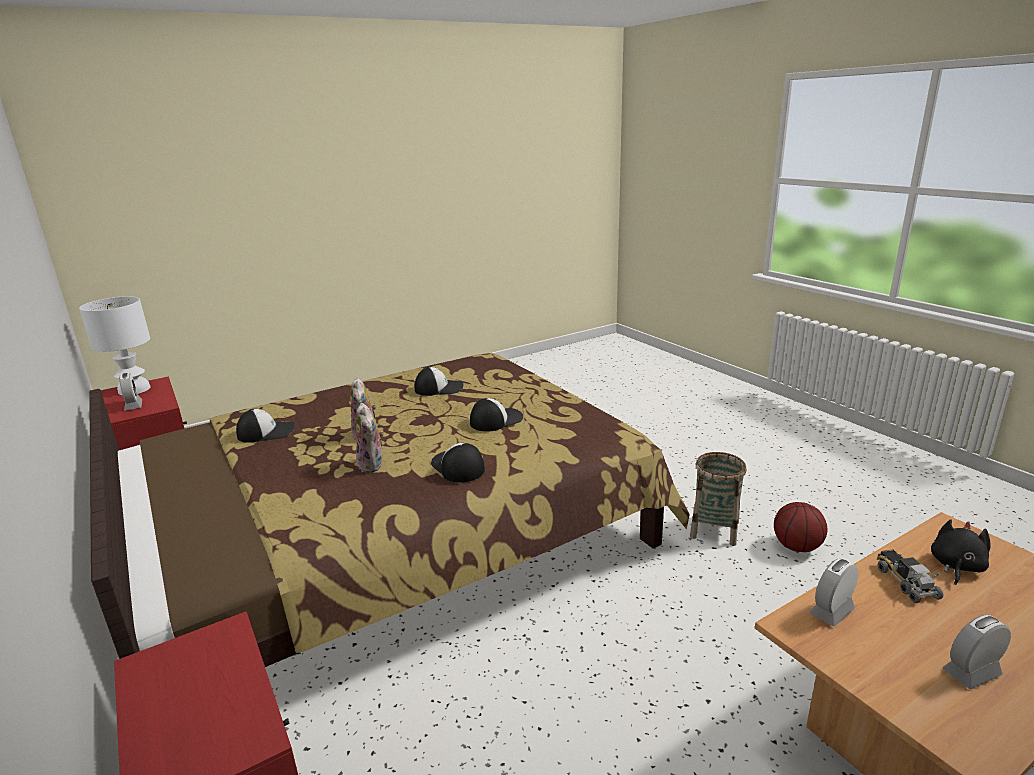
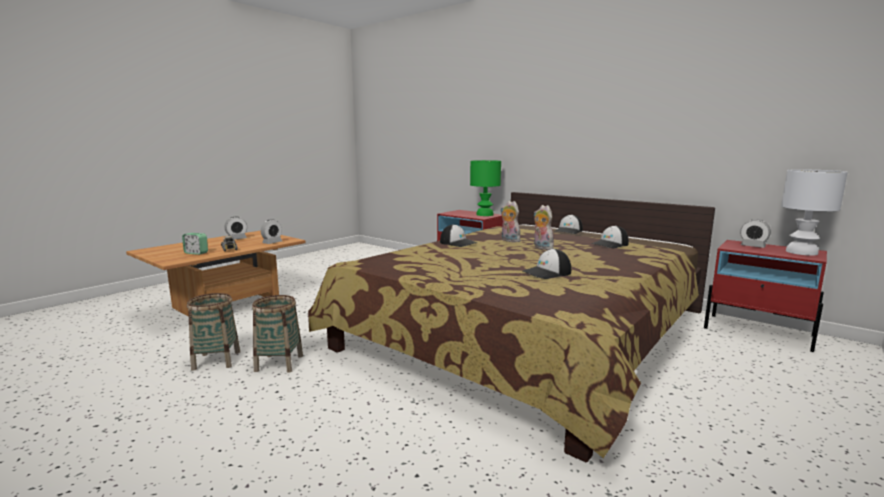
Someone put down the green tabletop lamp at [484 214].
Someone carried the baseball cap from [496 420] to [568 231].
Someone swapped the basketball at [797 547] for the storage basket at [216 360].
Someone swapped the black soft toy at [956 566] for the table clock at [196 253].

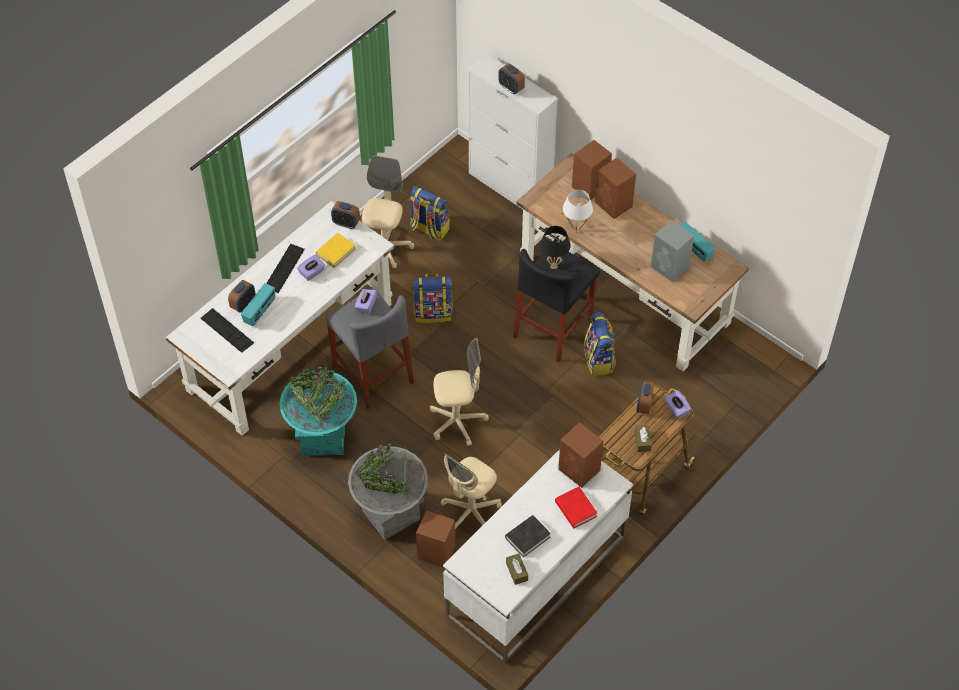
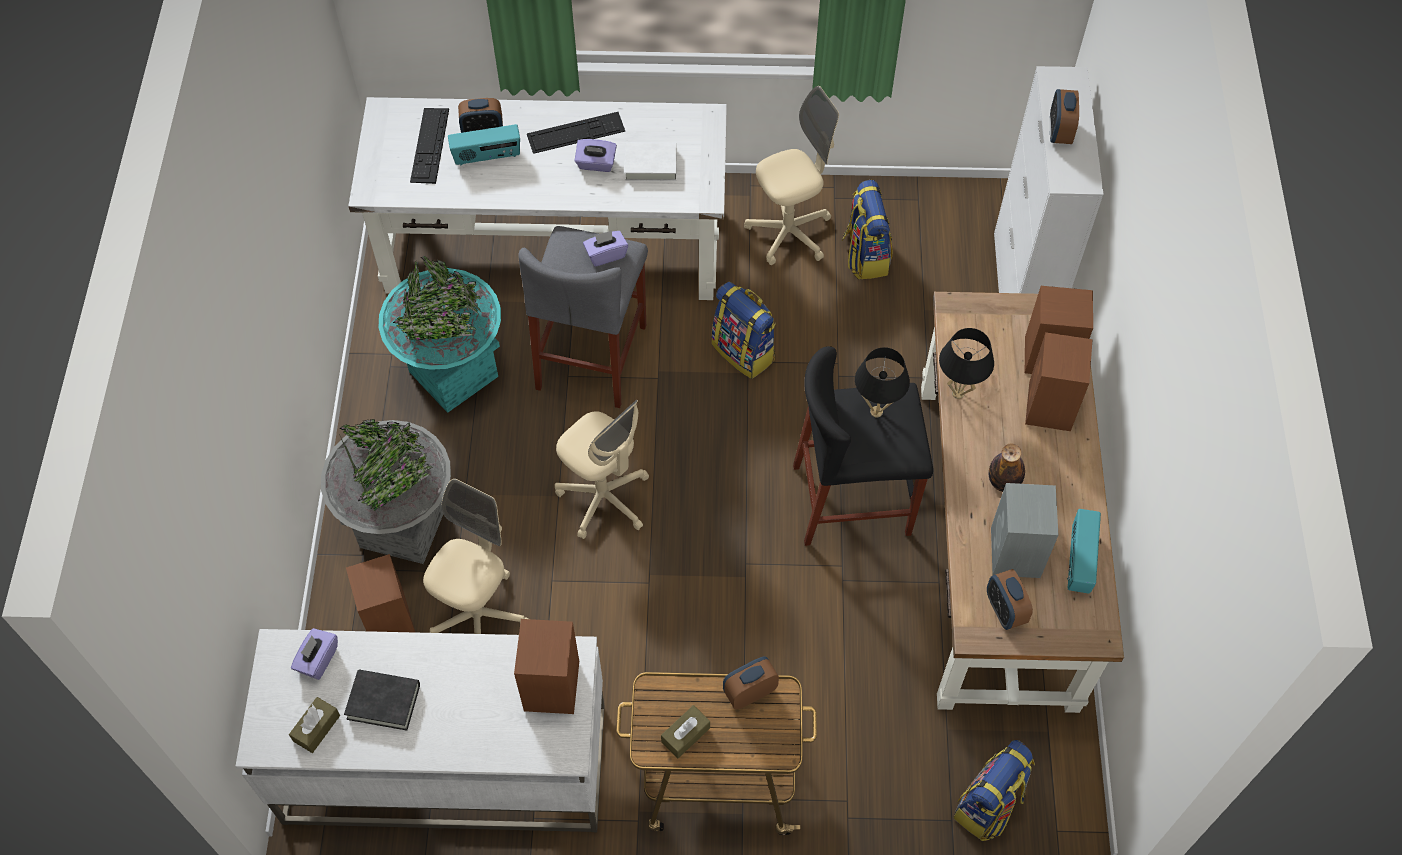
Someone took away the red-coloured volume at [575 509].
Someone put down the drink bottle at [1003 482].
Someone carried the table clock from [346 223] to [1004 610].
Someone carried the rucksack from [599 360] to [988 806].
Someone carried the purple tissue box from [676 409] to [317 660].
Someone repainted the yellowish volume at [335 252], which became the white volume at [651 164].
Someone repainted the white tabletop lamp at [576 230], which became the black tabletop lamp at [958 393].
Someone rotated the beige computer chair at [470 513] by 120 degrees clockwise.

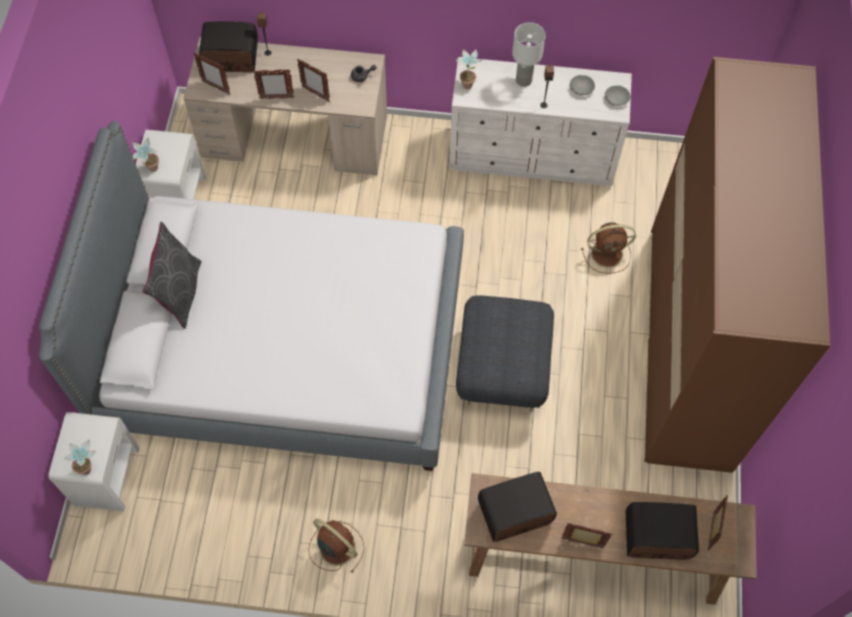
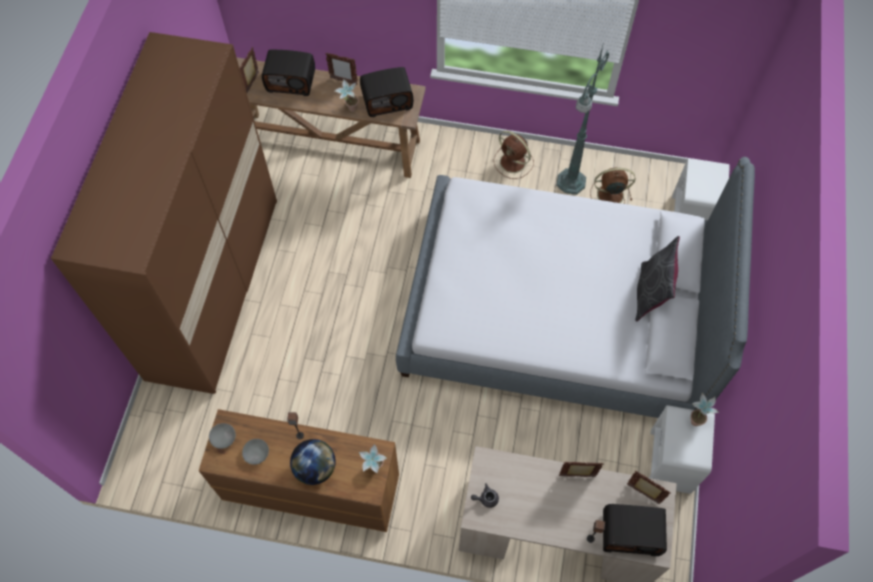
Someone took away the standing frame at [315 94].
Someone took away the grey footrest at [501 367].
Someone put down the green standing lamp at [570 183].
Someone carried the plant in a pot from [89 468] to [349 109].
Someone carried the brown-coloured cooling fan from [608 253] to [609 194].
Someone swapped the white tabletop lamp at [523 80] for the world globe at [315 468].
Someone repainted the white drawer chest at [533 156], which became the brown-coloured drawer chest at [310 488].

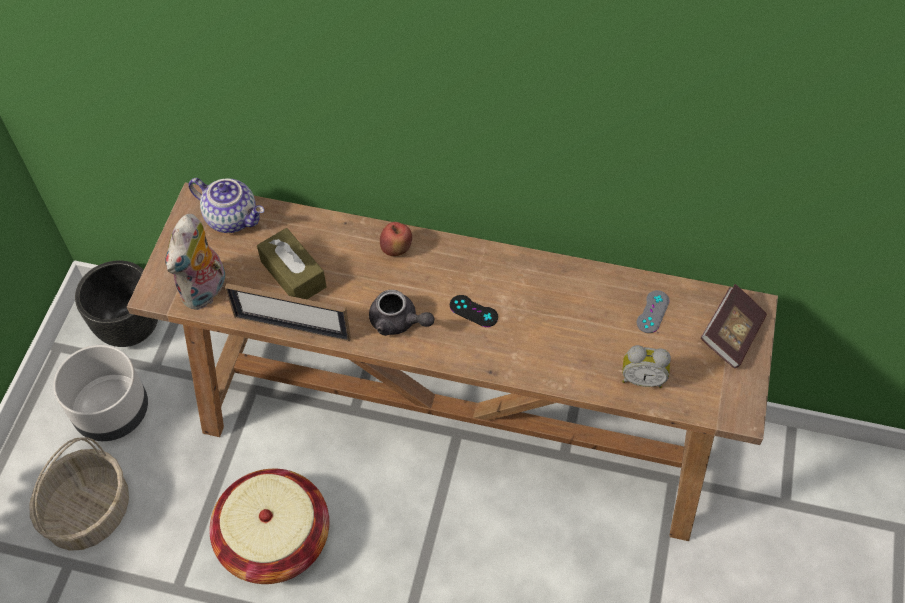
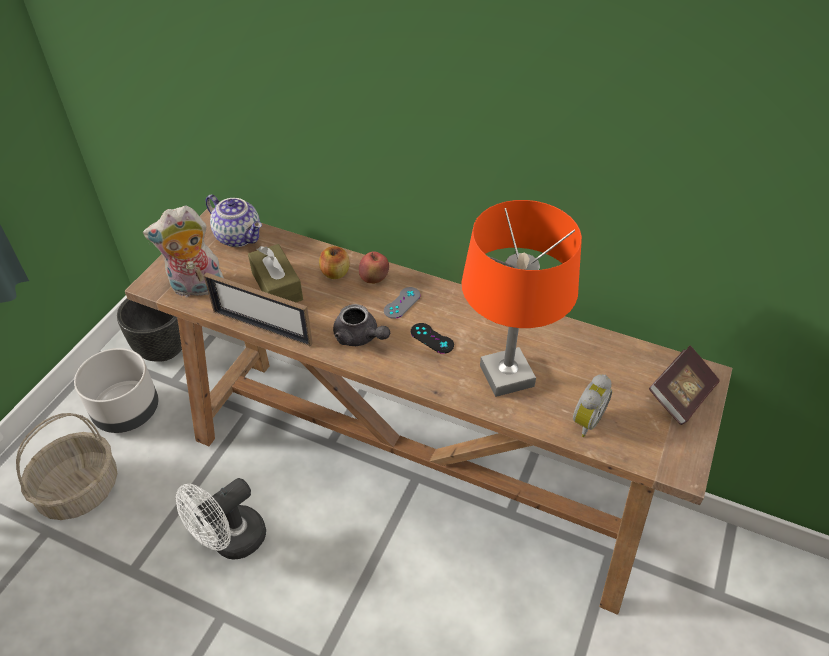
Someone put down the whole apple at [335 273].
Someone put down the orange-coloured tabletop lamp at [506 376].
Someone carried the grey gamepad from [652 312] to [402 303].
Someone swapped the storage basket at [275 538] for the white cooling fan at [231 541].
Someone rotated the soft toy at [206 291] by 45 degrees clockwise.
Someone rotated the table clock at [642 378] by 75 degrees counterclockwise.

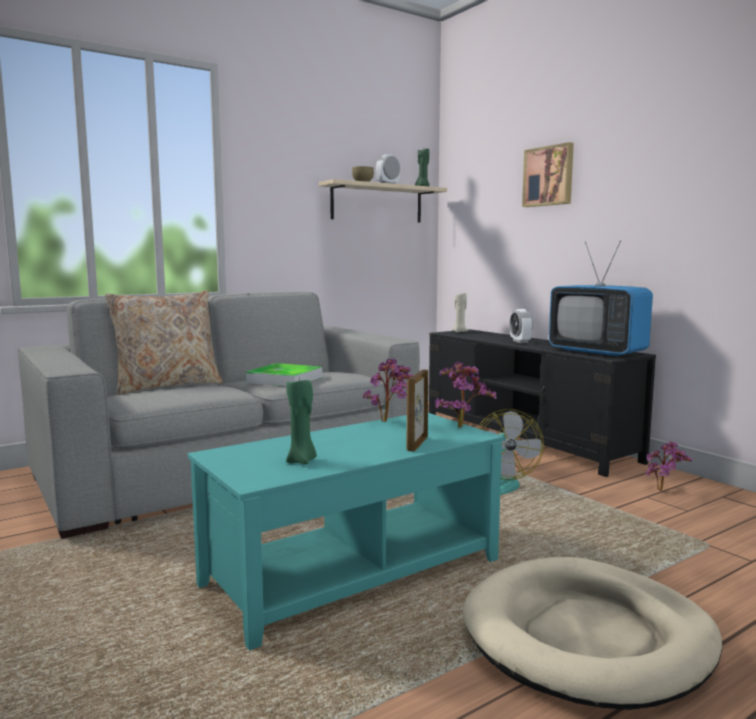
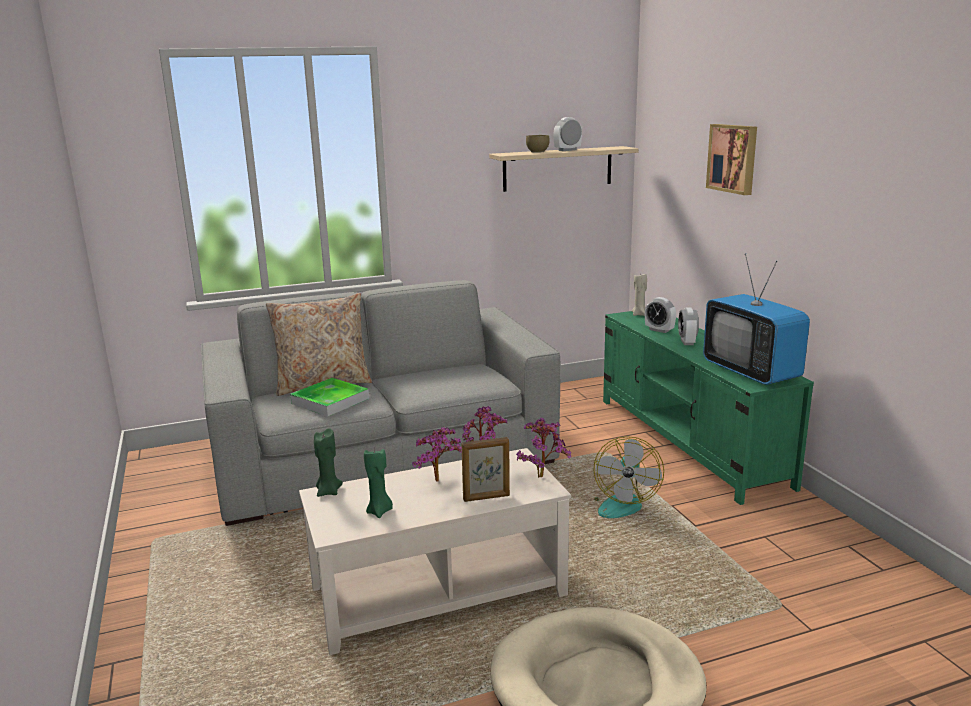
Someone put down the table clock at [659 330].
Someone carried the carrying tray from [284 379] to [330 401].
Someone carried the green wax candle from [422 187] to [328 491].
Someone carried the plant in a pot from [664 491] to [439 482].
Someone repainted the turquoise low table at [353 573], which became the beige low table at [438 592].
Someone repainted the black media console at [525 439], which became the green media console at [689 441].
Someone rotated the standing frame at [417 444] by 135 degrees counterclockwise.

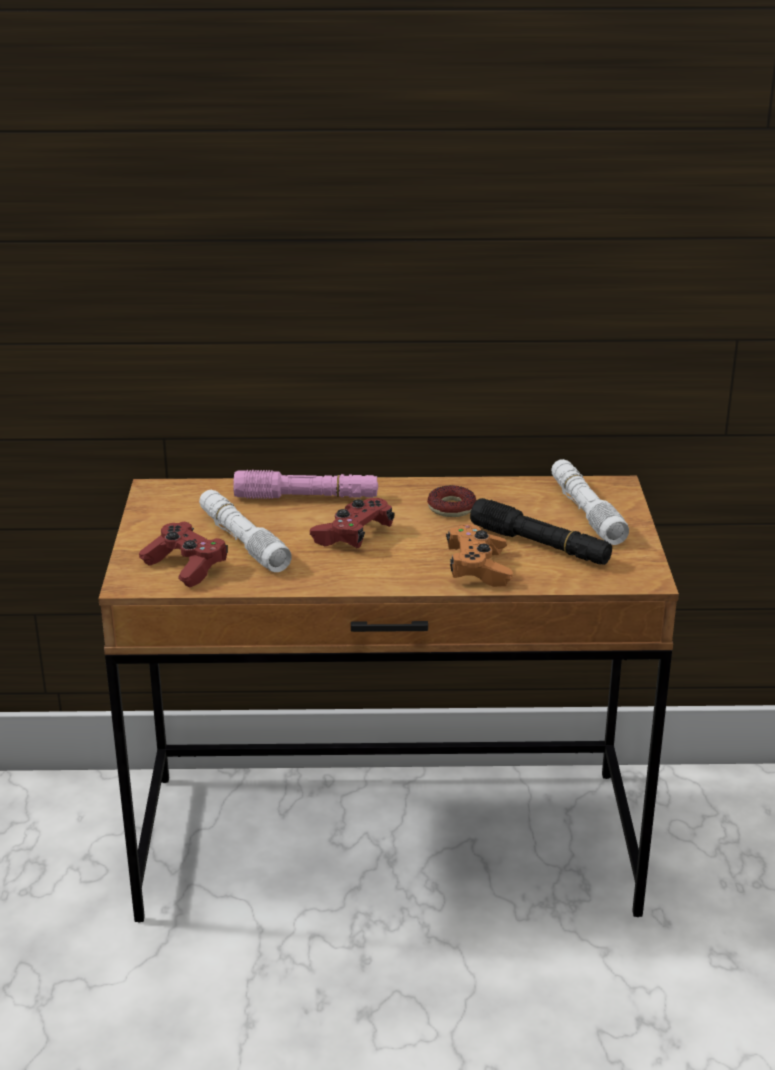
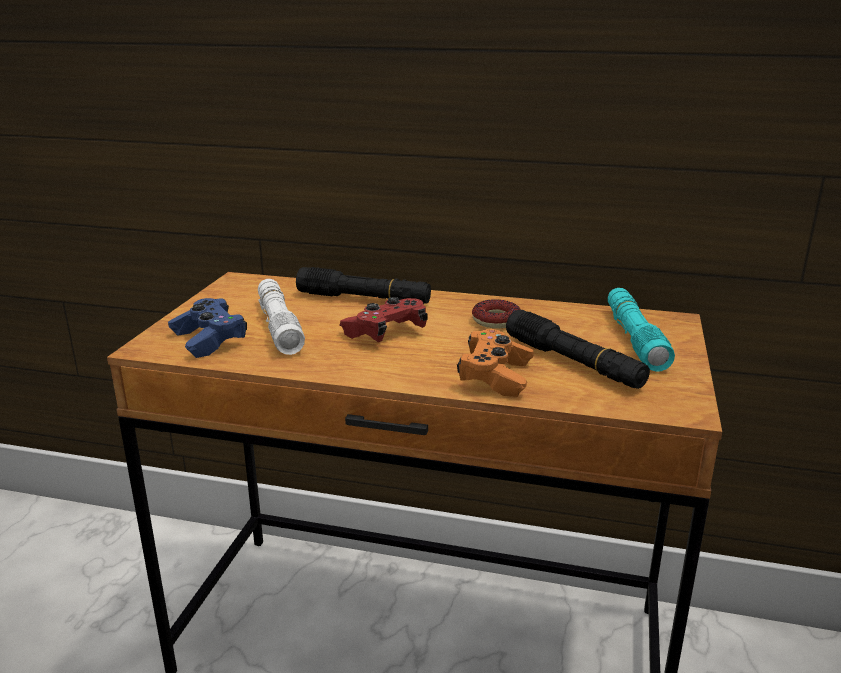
Someone repainted the red-coloured gamepad at [185 566], which became the blue-coloured gamepad at [209 340].
Someone repainted the pink-coloured torch at [306 497], which became the black torch at [364 299].
Someone repainted the white torch at [586 512], which became the turquoise torch at [634 338].

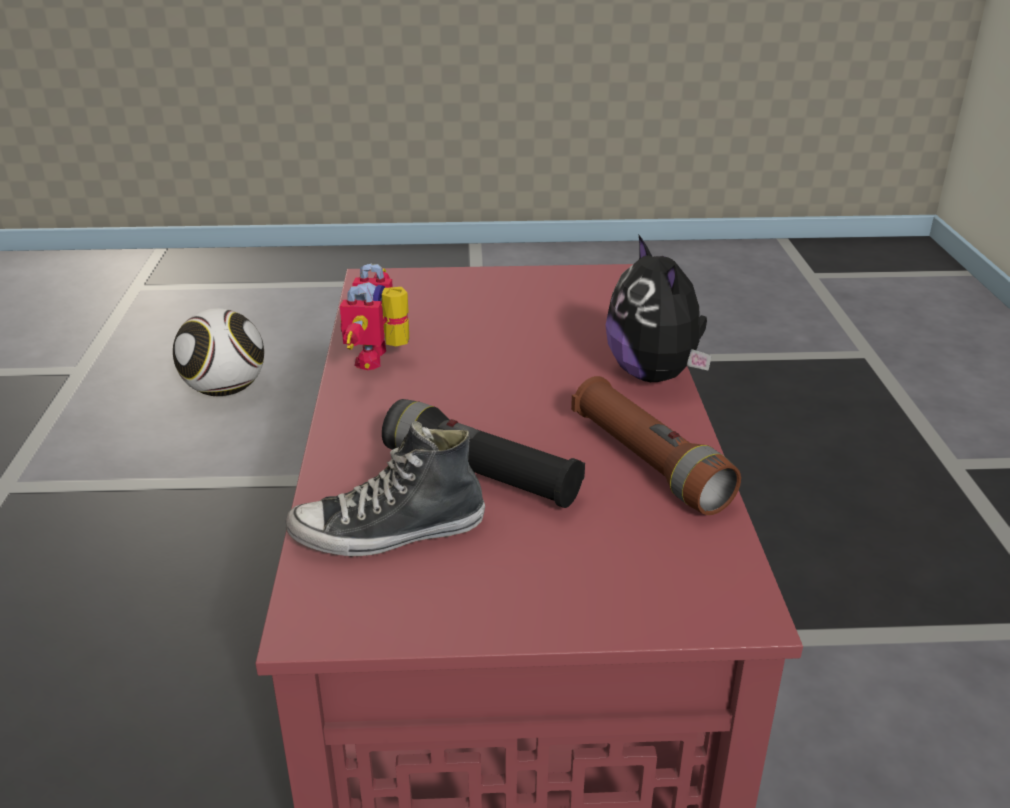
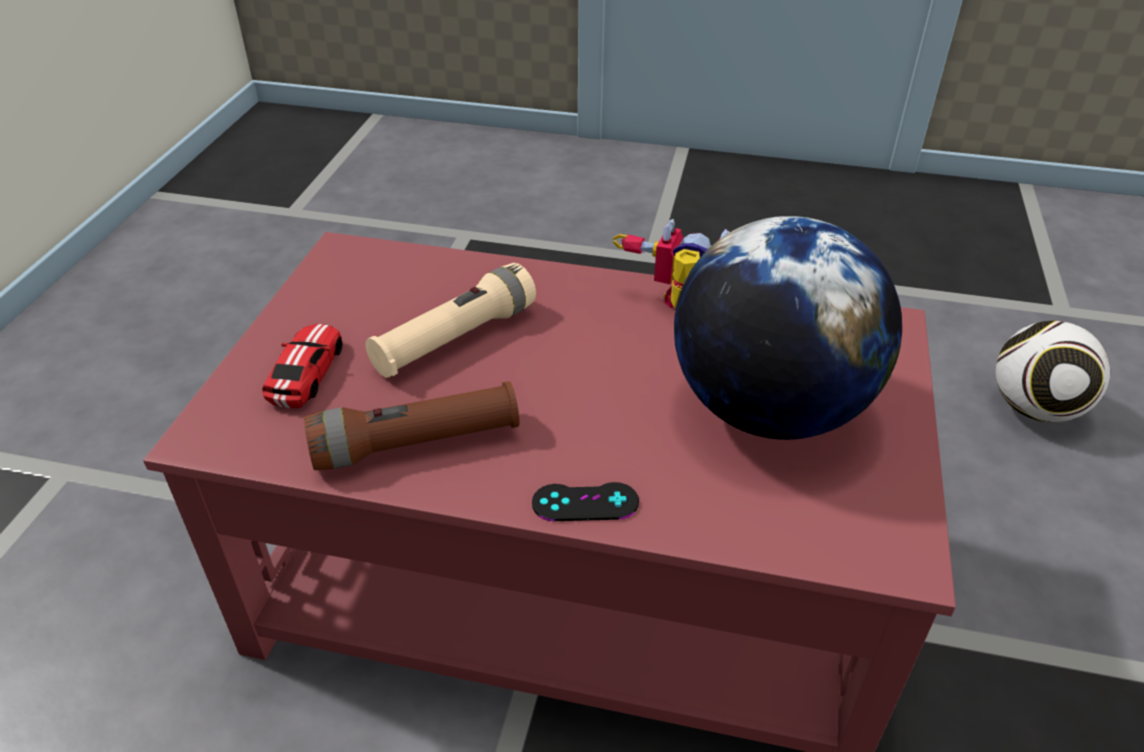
Someone took away the item of footwear at [388 532].
Someone put down the toy car at [305 373].
Someone put down the world globe at [768 409].
Someone swapped the soft toy at [655 375] for the black gamepad at [585 502].
Someone repainted the black torch at [481 476], which became the beige torch at [455 338].

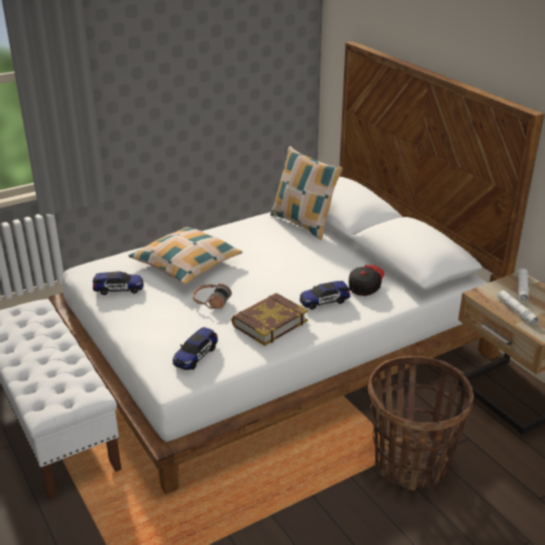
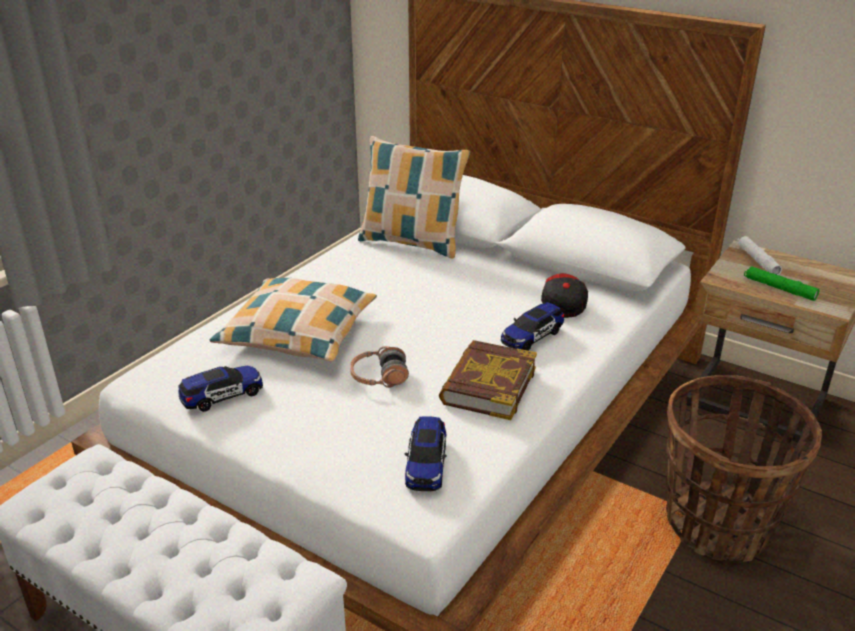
Someone repainted the white torch at [516 311], which became the green torch at [779 288].

